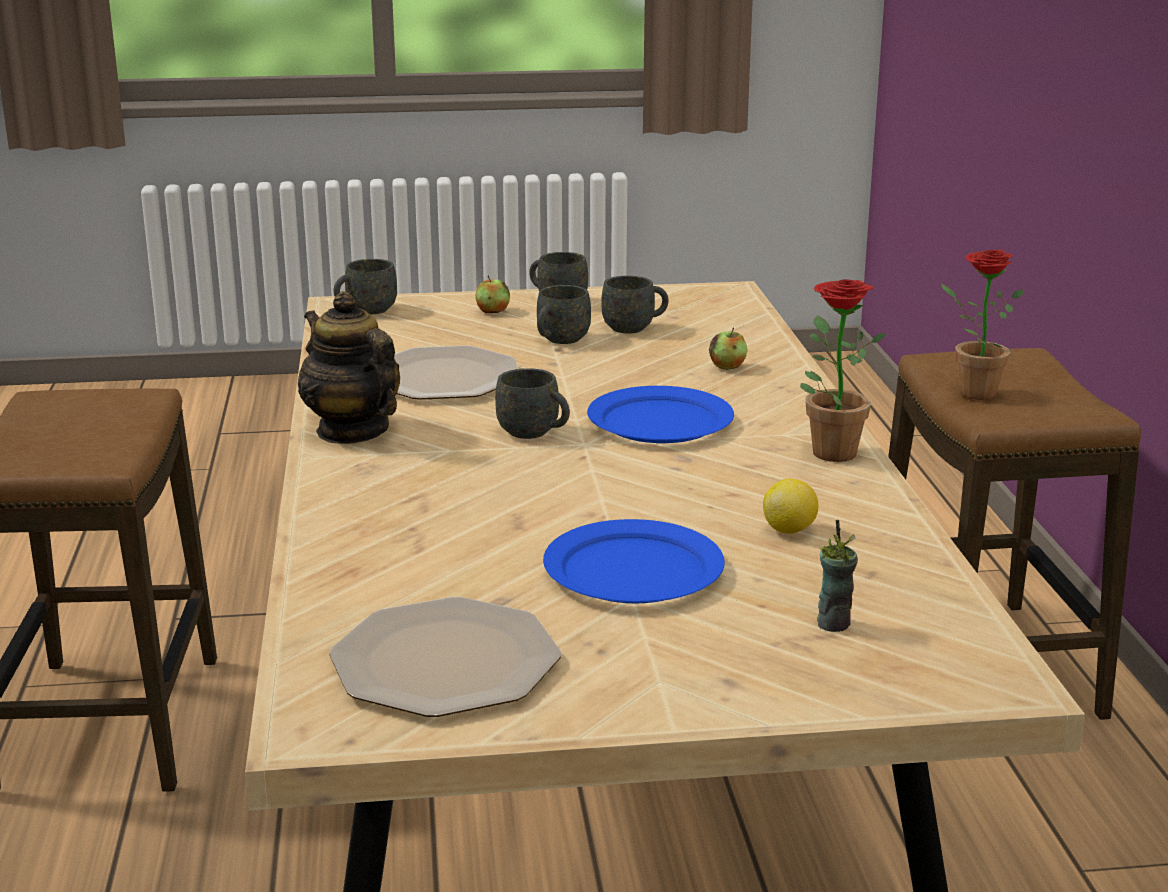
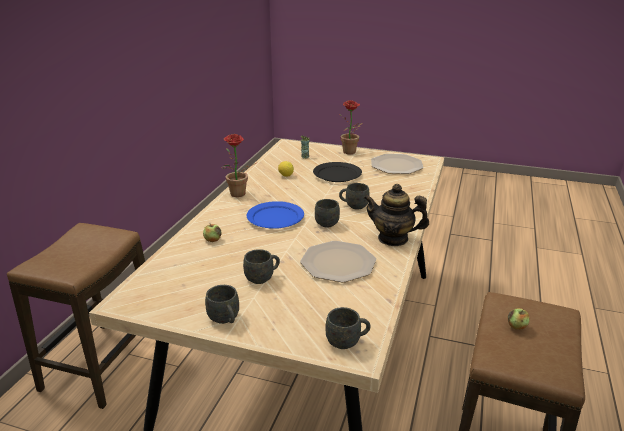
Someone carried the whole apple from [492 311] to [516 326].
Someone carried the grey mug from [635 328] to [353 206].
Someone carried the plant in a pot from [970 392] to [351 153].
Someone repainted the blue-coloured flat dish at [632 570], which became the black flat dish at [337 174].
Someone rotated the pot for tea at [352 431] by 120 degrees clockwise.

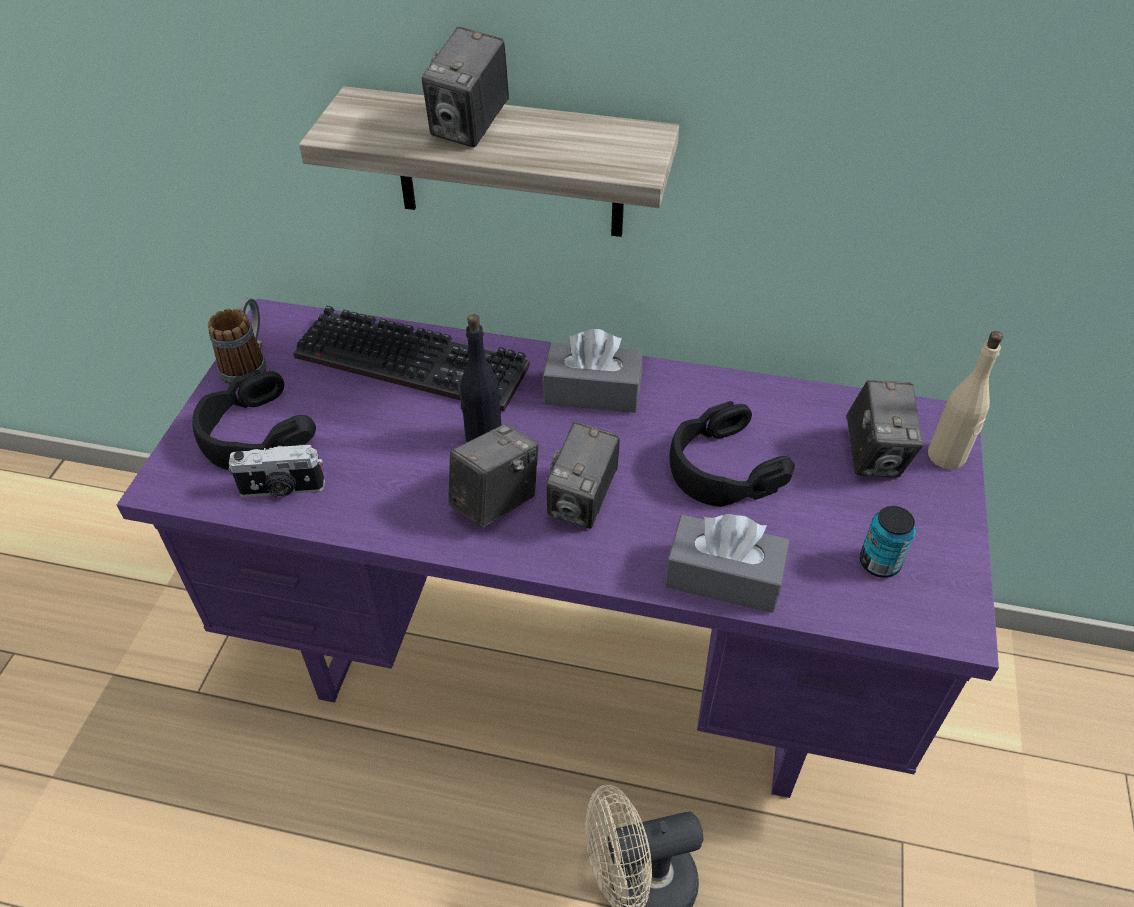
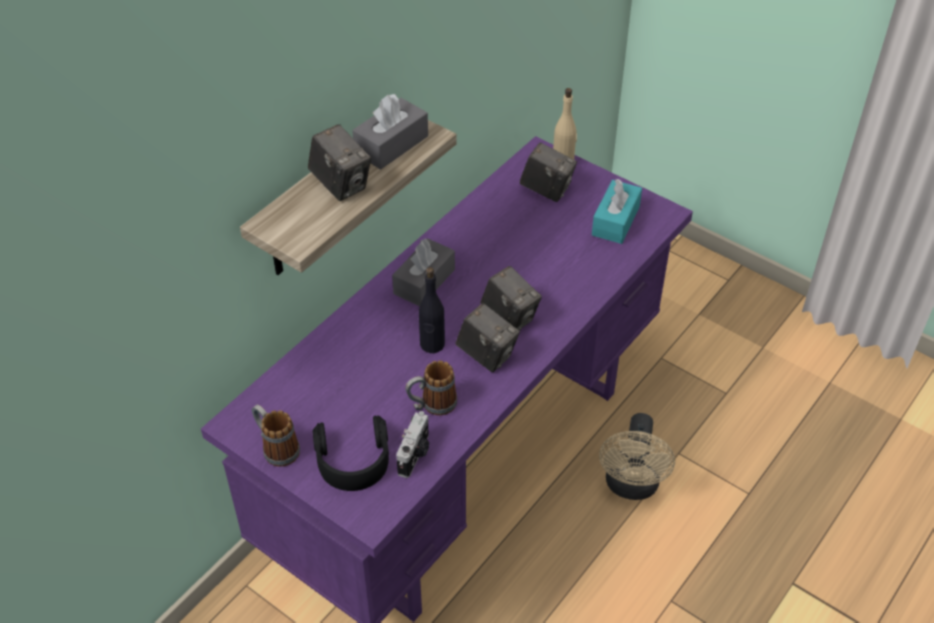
Someone took away the PC keyboard at [417 360].
Someone took away the black headphones at [722 468].
Someone put down the mug at [432 405].
Someone carried the grey tissue box from [723 577] to [391 145].
Someone swapped the can at [879 563] for the turquoise tissue box at [615 221].
Someone rotated the photo camera at [495 501] by 150 degrees clockwise.

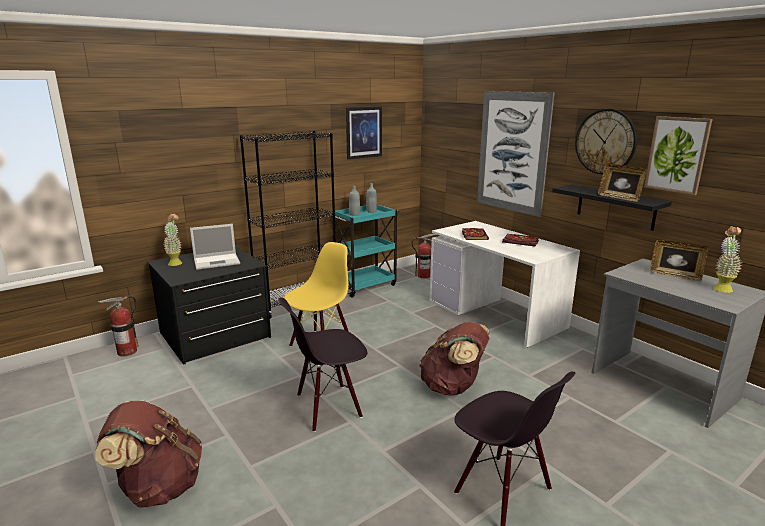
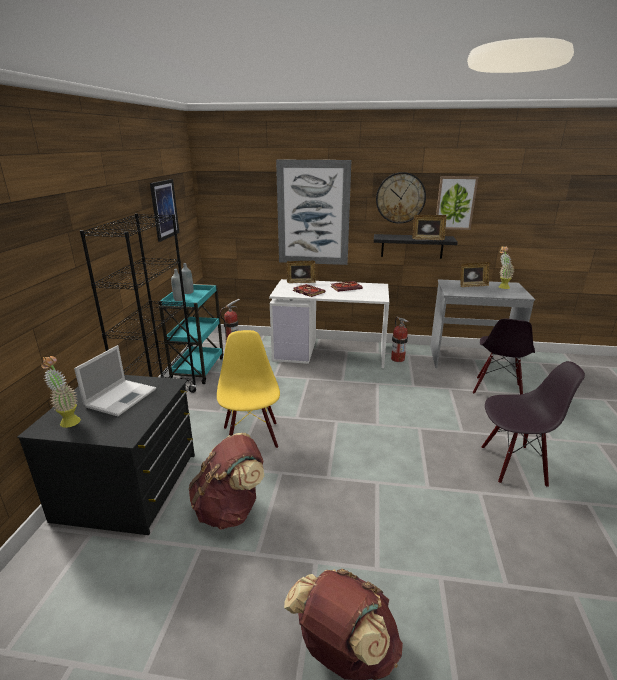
Someone put down the standing frame at [301 282].
Someone carried the fire extinguisher from [127 351] to [397 359].
Someone carried the black plain chair from [328 407] to [497 390].
Someone carried the brown-coloured rucksack from [453 387] to [230 509].

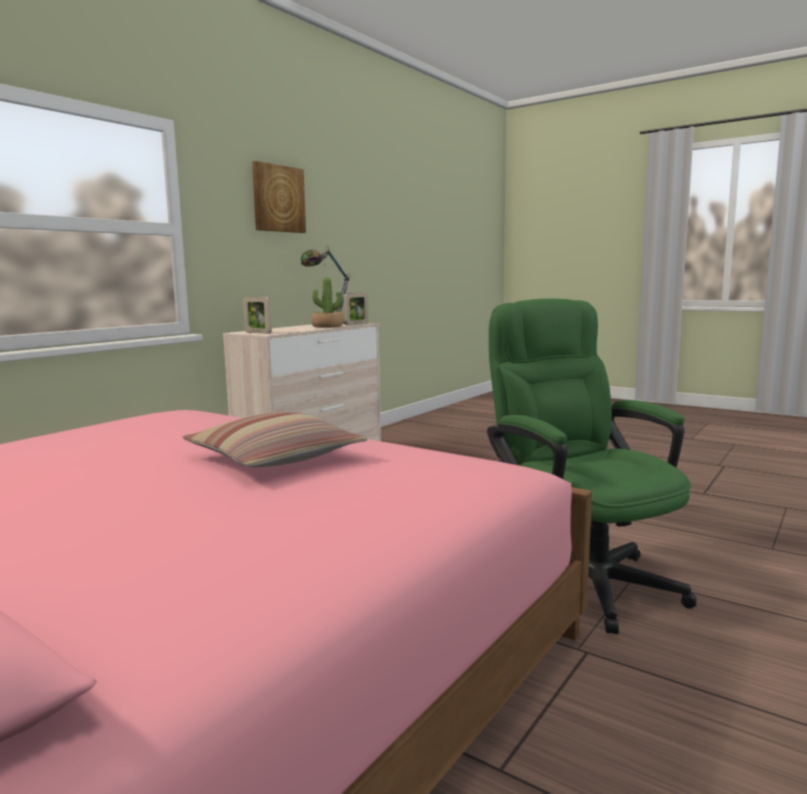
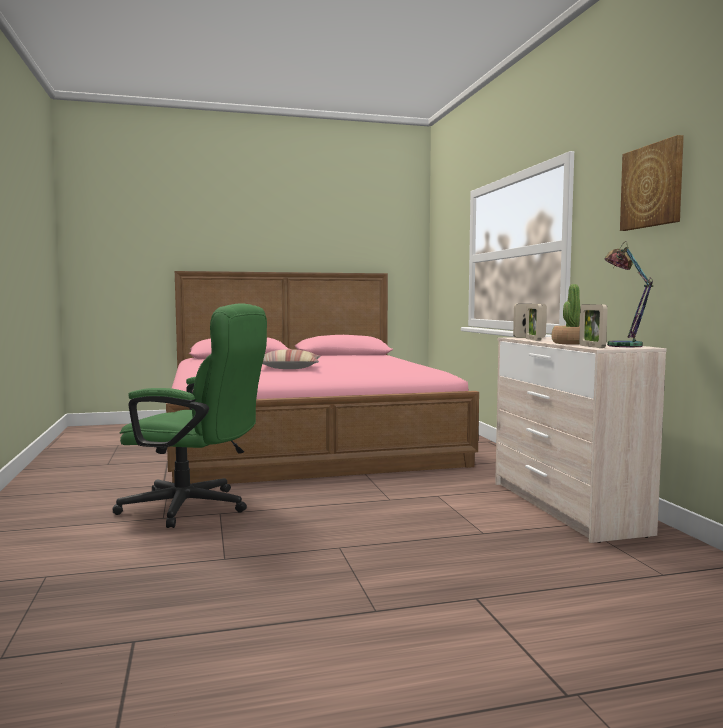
Someone put down the standing frame at [533 339].

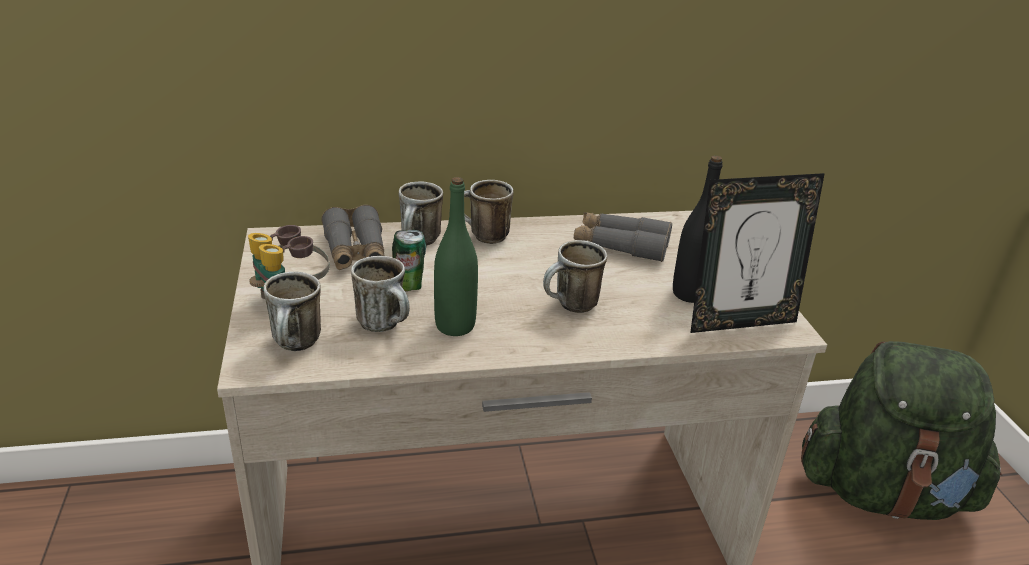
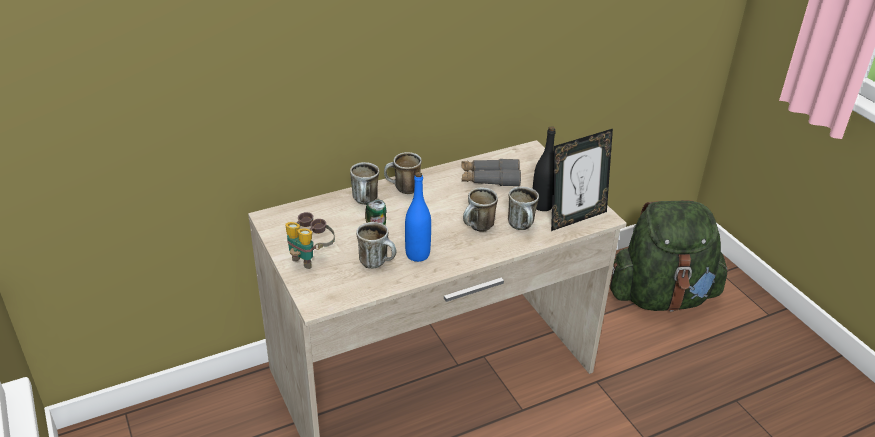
Someone took away the grey binoculars at [355 251].
Someone carried the mug from [297 346] to [523 227].
Someone repainted the green drink bottle at [455 326], which became the blue-coloured drink bottle at [417 254].

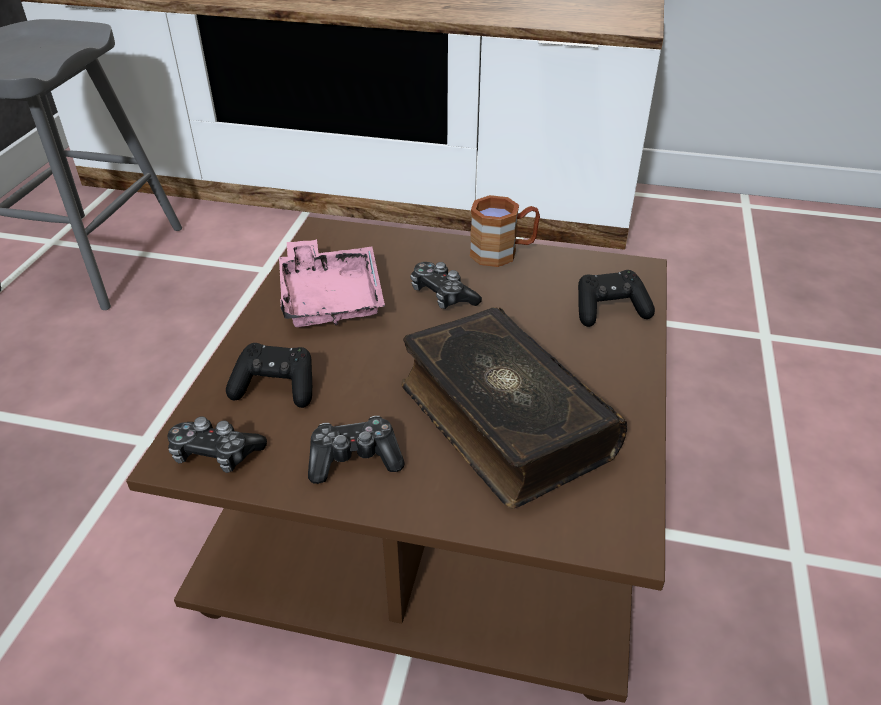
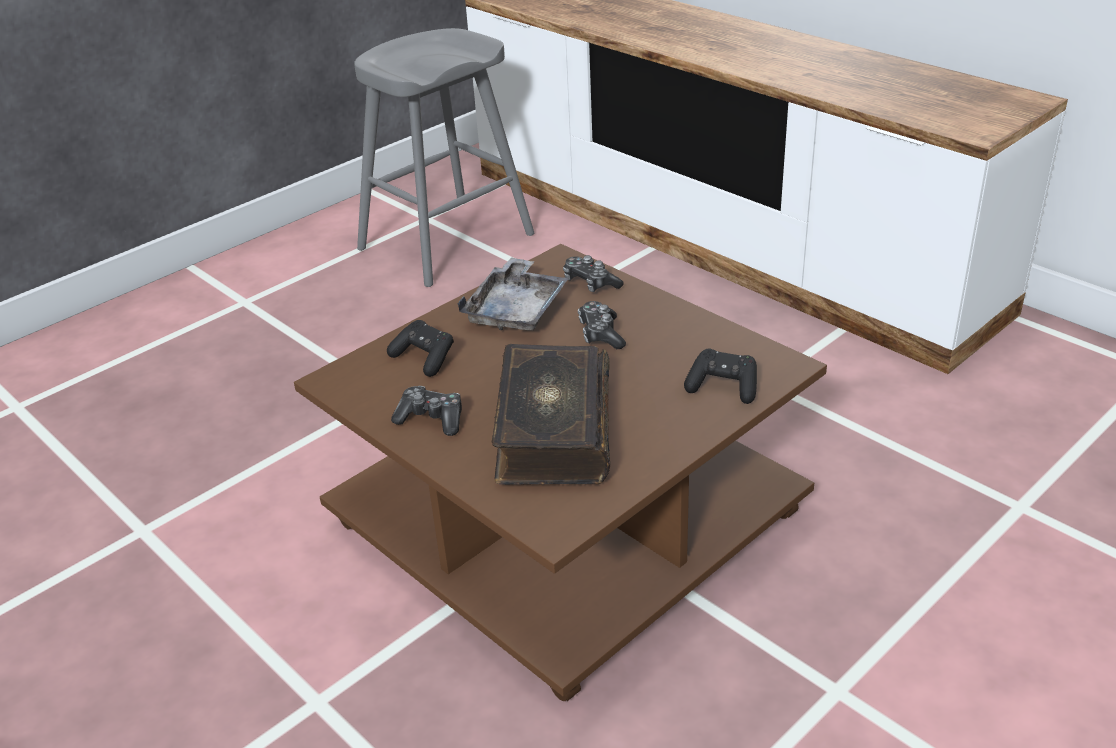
Someone took away the brown-coloured mug at [503 252].
Someone carried the gamepad from [215 454] to [590 283].
Someone repainted the pink-coloured carrying tray at [330 297], which became the grey carrying tray at [517 310].

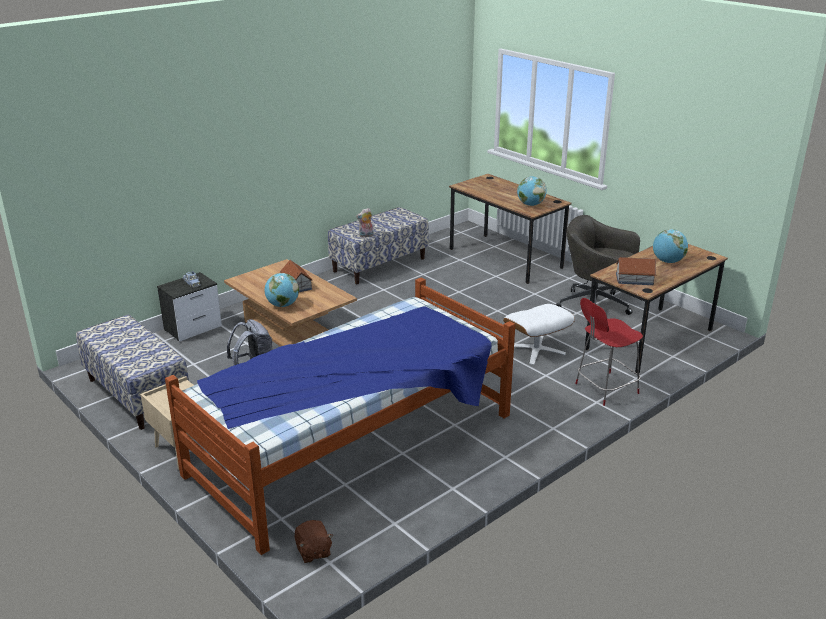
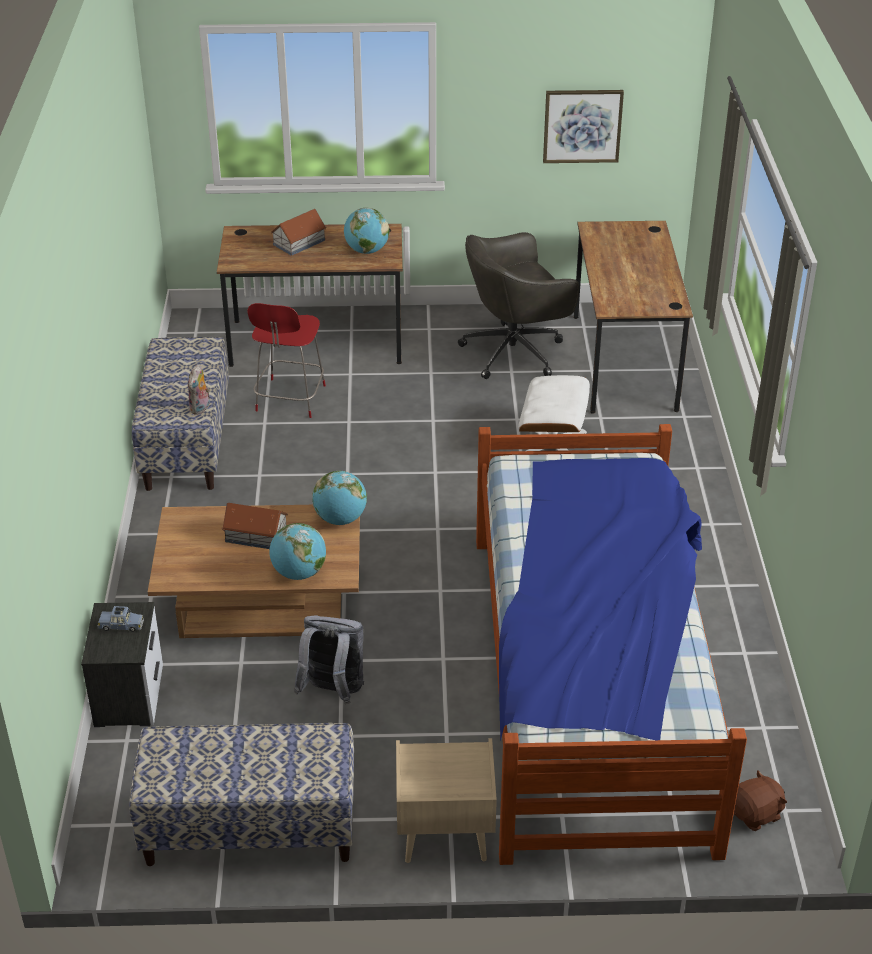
Someone put up the wall picture at [582 126].
Someone carried the red-coloured plain chair from [604 389] to [289 400].
Someone carried the miniature house from [634 279] to [298 242].
Someone carried the world globe from [668 261] to [340 519].
Someone rotated the brown-coloured soft toy at [313 551] by 45 degrees counterclockwise.

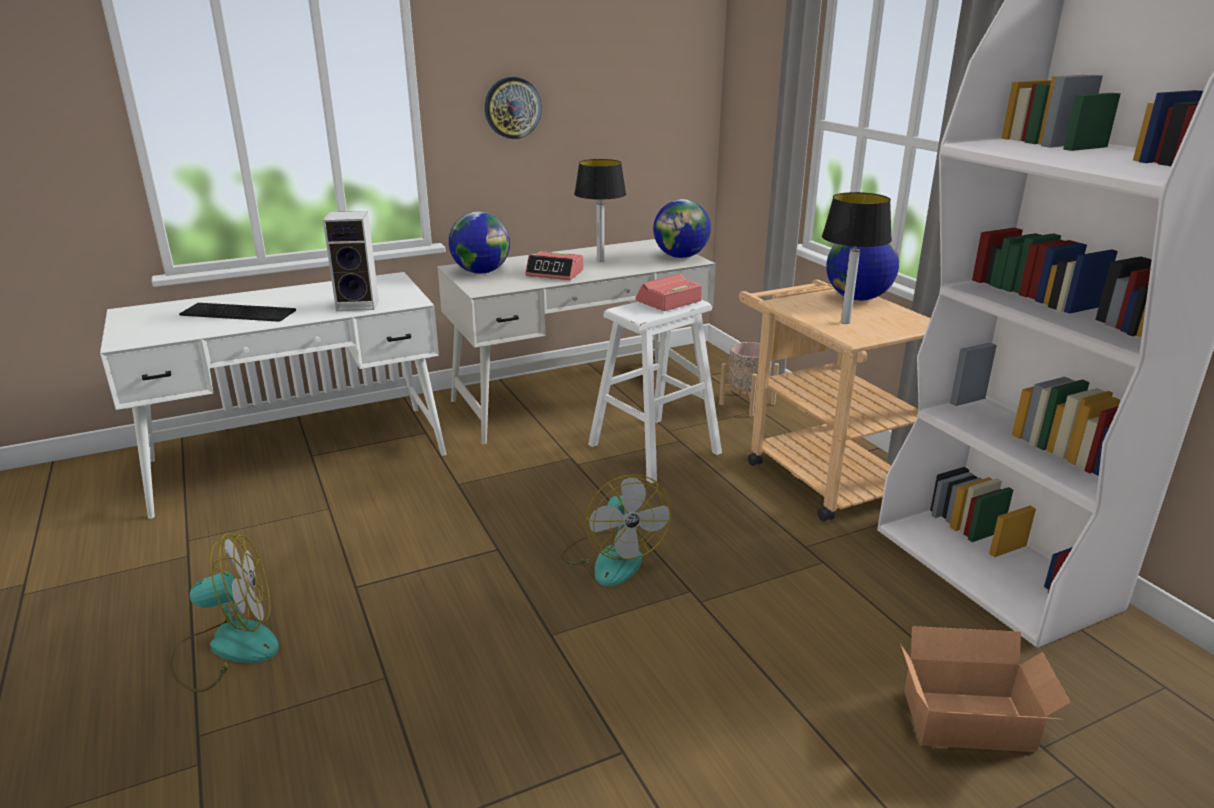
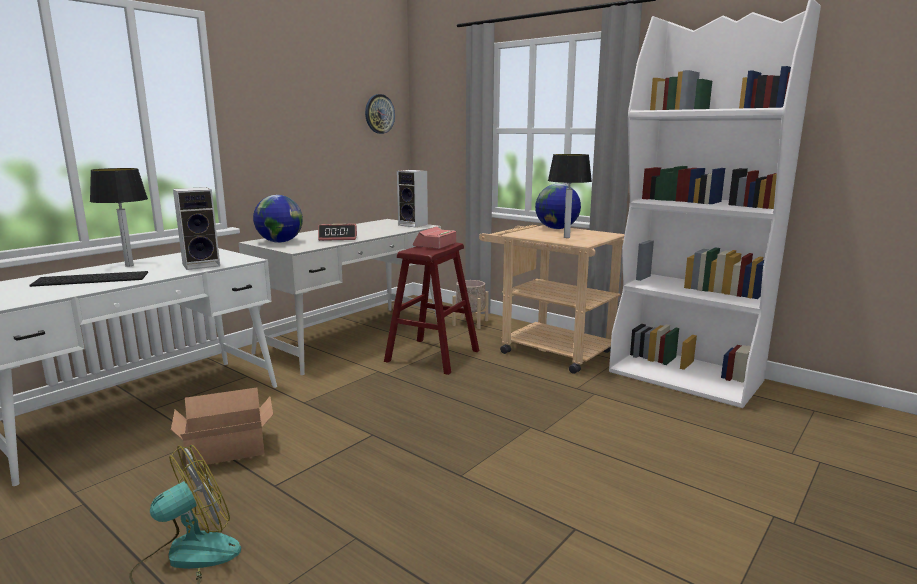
Someone took away the cooling fan at [612 558].
Someone carried the hanging clock from [512 108] to [379 114].
Someone carried the tabletop lamp from [601 260] to [130 265].
Someone carried the cardboard box from [972 724] to [228 450].
Someone swapped the world globe at [681 257] for the speaker at [414 225].
Someone repainted the white sitting stool at [654 449], which became the red-coloured sitting stool at [432 356].

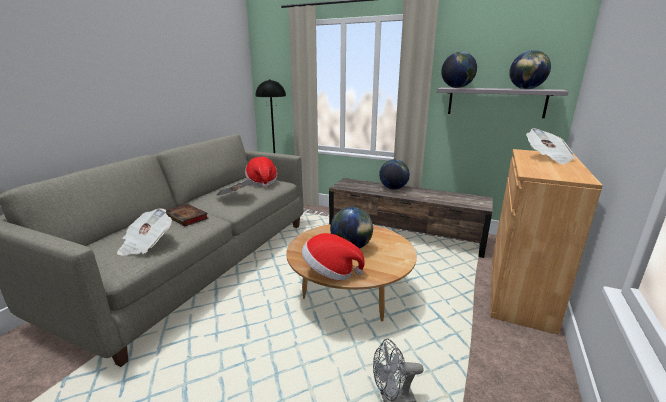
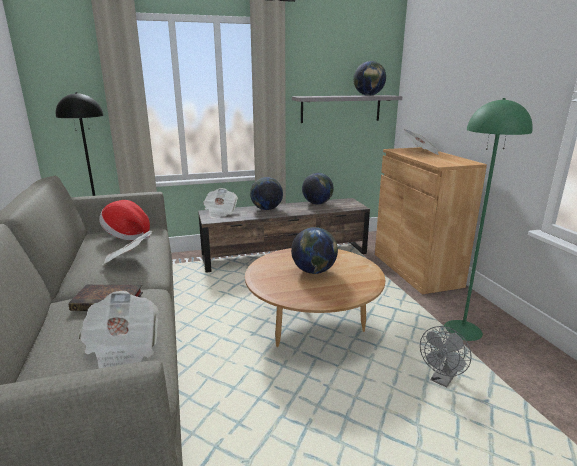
Someone took away the clothing hat at [330 272].
Someone put down the printed paper at [220 212].
Someone put down the green standing lamp at [462 329].
Someone carried the world globe from [456 88] to [317 203].

